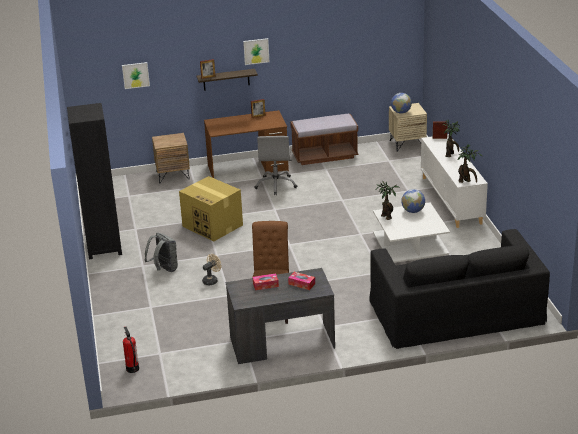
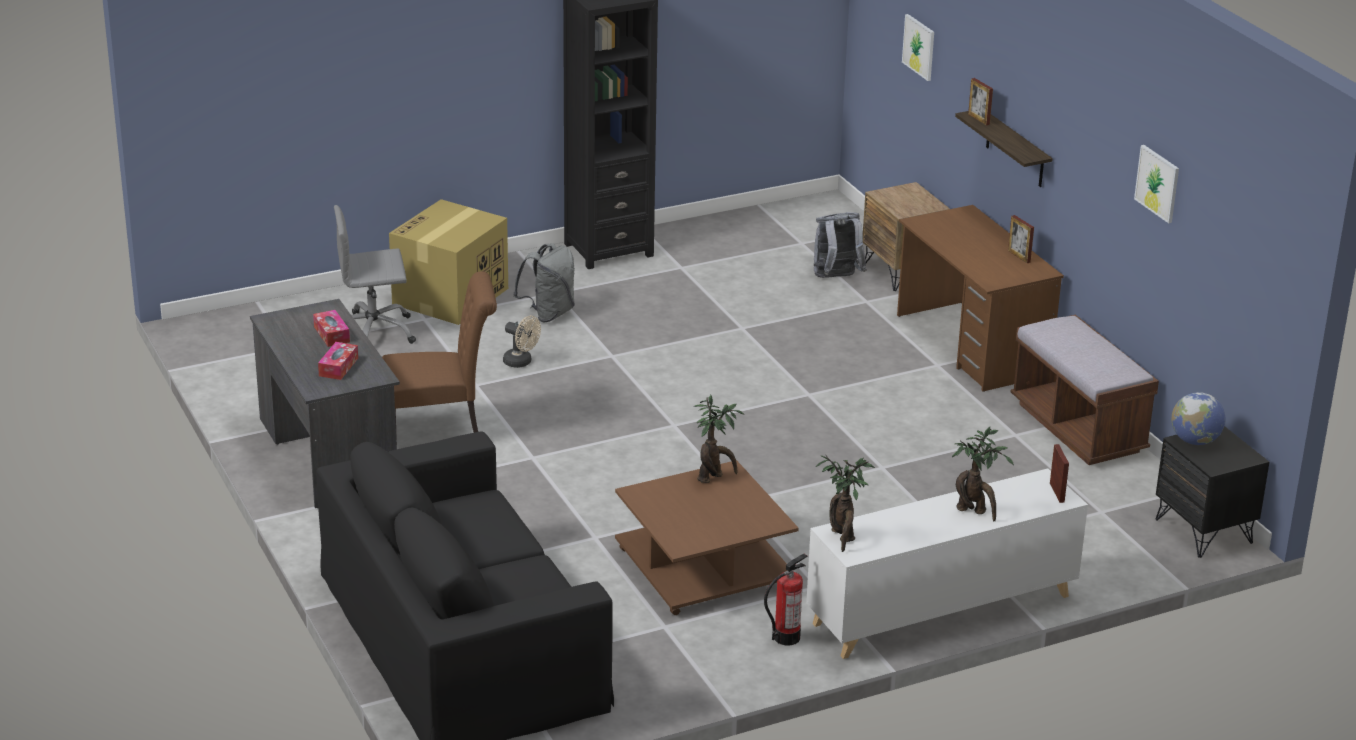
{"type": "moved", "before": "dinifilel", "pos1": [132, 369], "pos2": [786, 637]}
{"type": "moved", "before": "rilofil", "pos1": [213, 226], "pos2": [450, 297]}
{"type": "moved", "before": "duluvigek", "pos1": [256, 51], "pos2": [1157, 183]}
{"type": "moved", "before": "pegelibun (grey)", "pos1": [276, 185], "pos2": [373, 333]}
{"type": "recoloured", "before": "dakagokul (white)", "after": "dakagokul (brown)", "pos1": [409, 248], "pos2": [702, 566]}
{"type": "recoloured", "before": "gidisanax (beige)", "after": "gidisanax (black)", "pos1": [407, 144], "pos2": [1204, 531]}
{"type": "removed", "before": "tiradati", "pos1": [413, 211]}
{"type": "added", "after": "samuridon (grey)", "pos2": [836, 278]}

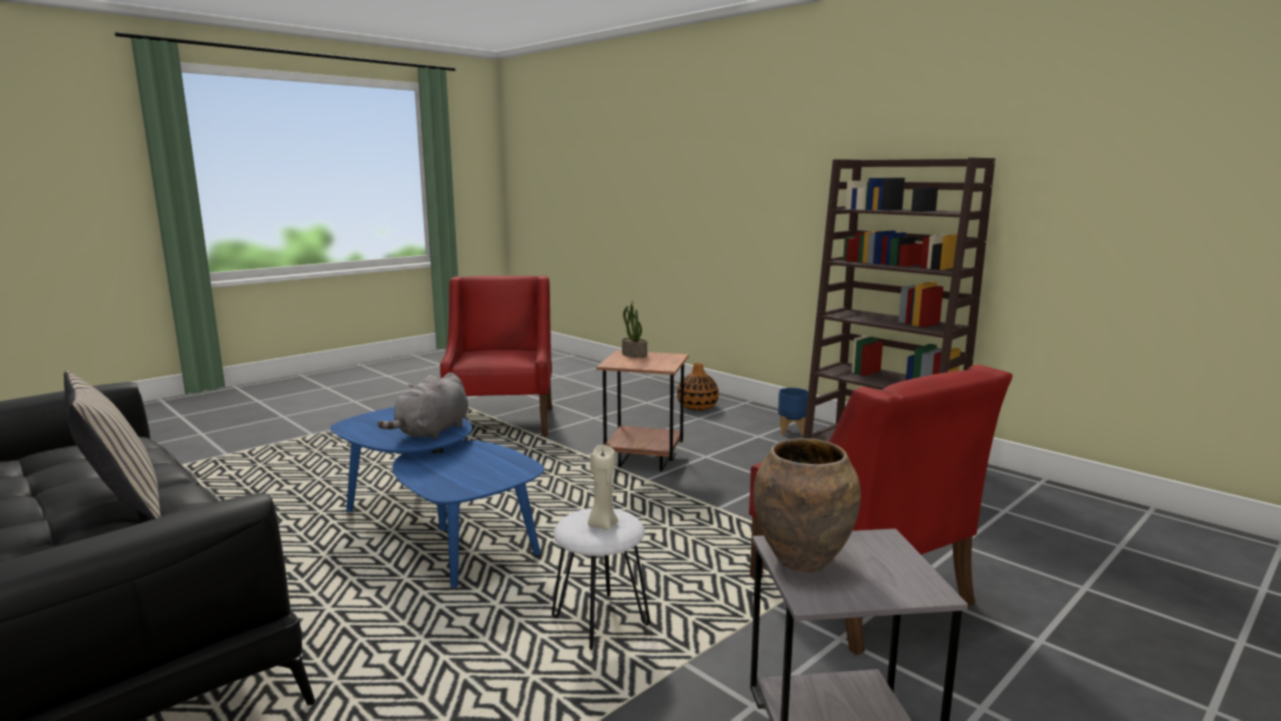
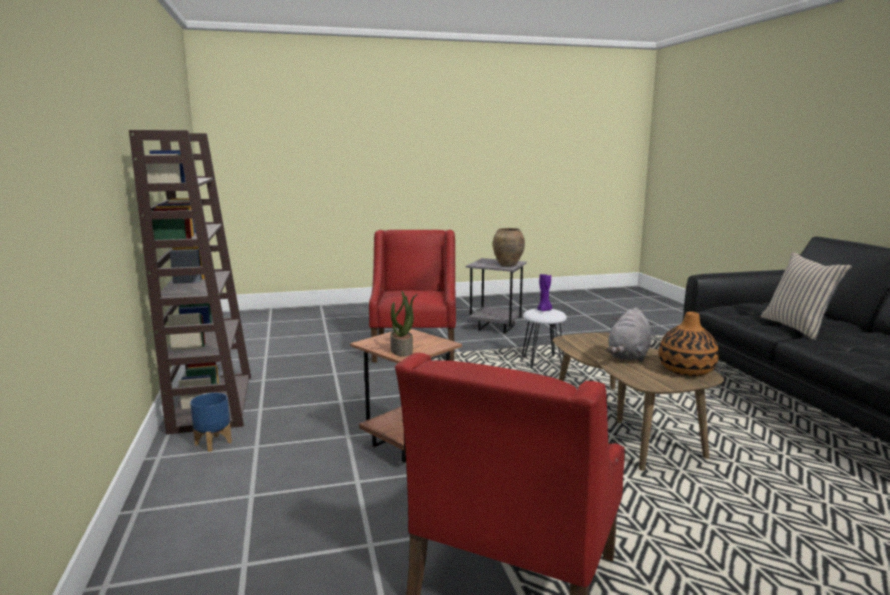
{"type": "recoloured", "before": "dakagokul (blue)", "after": "dakagokul (brown)", "pos1": [438, 530], "pos2": [623, 424]}
{"type": "turned", "before": "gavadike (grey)", "pos1": [432, 432], "pos2": [628, 356], "turn": 150}
{"type": "recoloured", "before": "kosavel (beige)", "after": "kosavel (purple)", "pos1": [602, 524], "pos2": [544, 310]}
{"type": "moved", "before": "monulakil", "pos1": [697, 406], "pos2": [686, 370]}

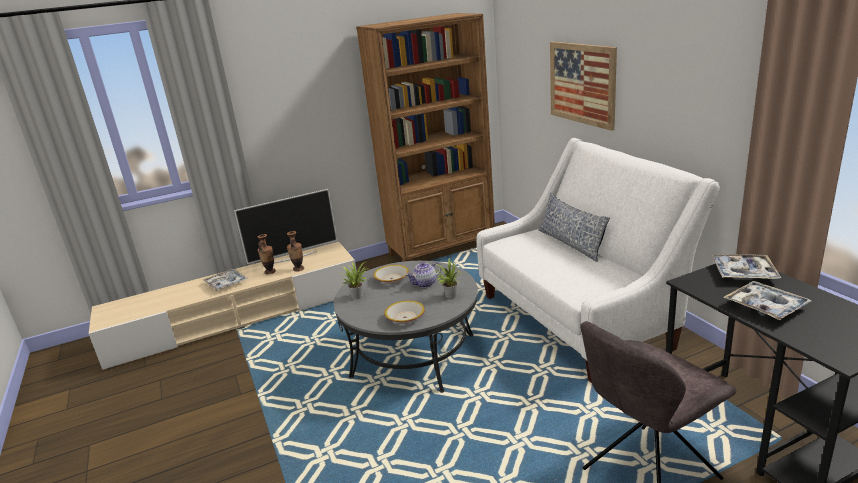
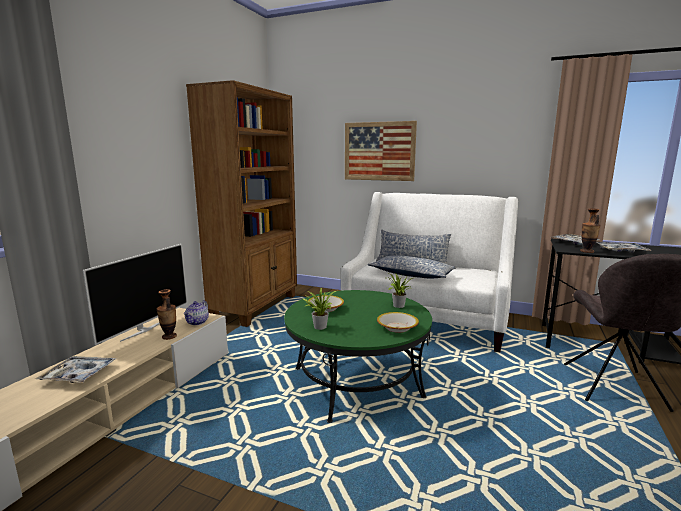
{"type": "moved", "before": "monulakil", "pos1": [270, 272], "pos2": [587, 251]}
{"type": "recoloured", "before": "dakagokul (grey)", "after": "dakagokul (green)", "pos1": [413, 355], "pos2": [357, 382]}
{"type": "moved", "before": "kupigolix", "pos1": [425, 284], "pos2": [197, 322]}
{"type": "added", "after": "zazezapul", "pos2": [411, 275]}

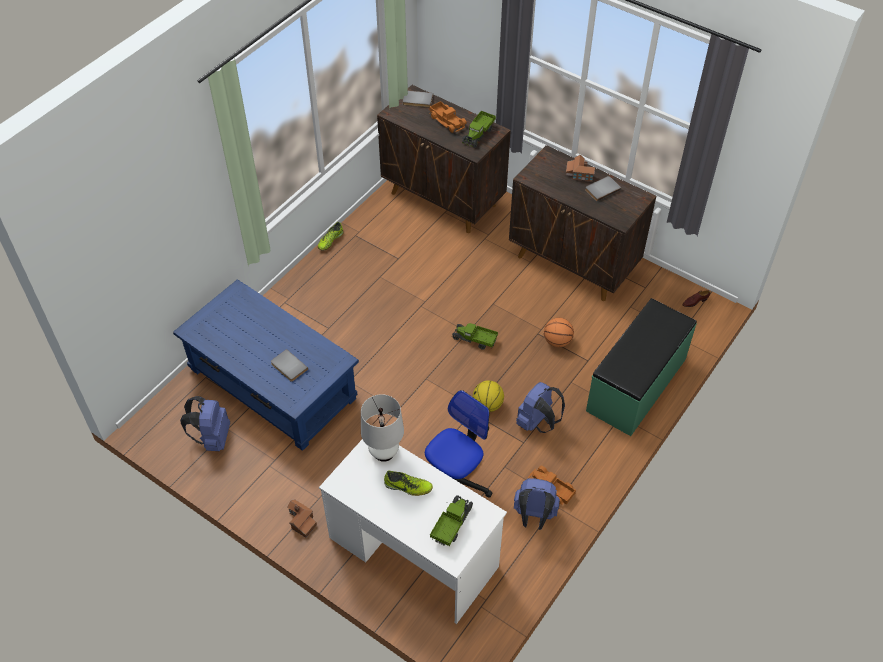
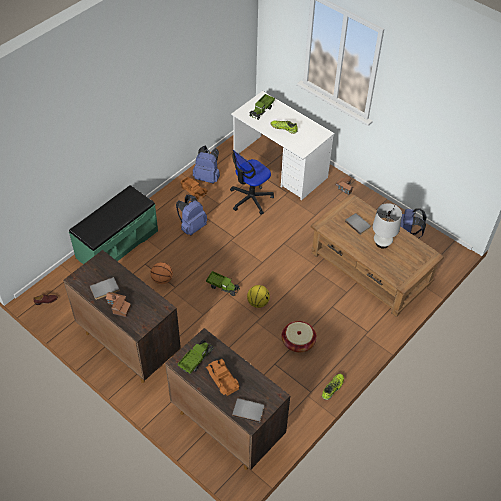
{"type": "recoloured", "before": "dakagokul (blue)", "after": "dakagokul (brown)", "pos1": [272, 383], "pos2": [370, 269]}
{"type": "moved", "before": "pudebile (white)", "pos1": [384, 452], "pos2": [382, 243]}
{"type": "moved", "before": "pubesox", "pos1": [487, 405], "pos2": [258, 302]}
{"type": "added", "after": "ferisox", "pos2": [298, 342]}

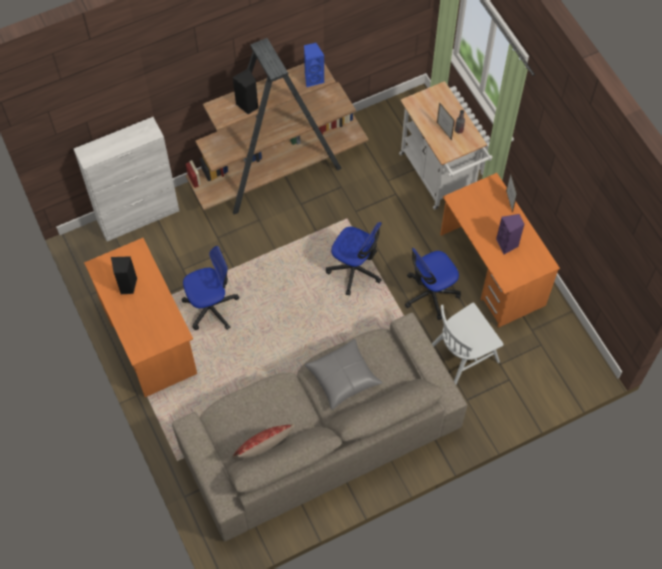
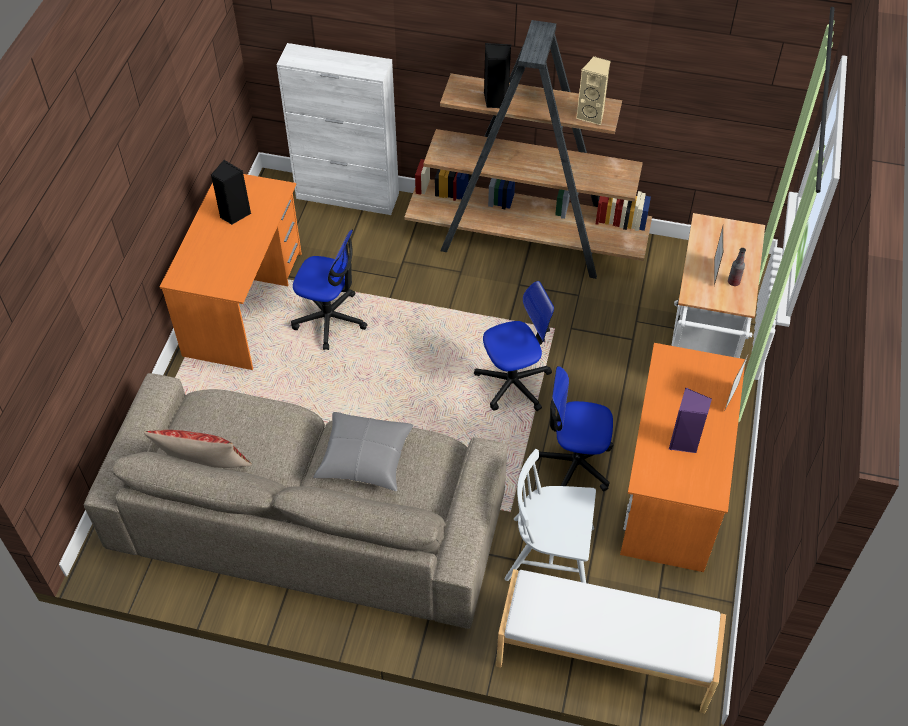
{"type": "recoloured", "before": "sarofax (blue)", "after": "sarofax (beige)", "pos1": [313, 78], "pos2": [592, 115]}
{"type": "turned", "before": "pegelibun", "pos1": [355, 269], "pos2": [513, 383], "turn": -90}
{"type": "added", "after": "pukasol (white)", "pos2": [604, 658]}

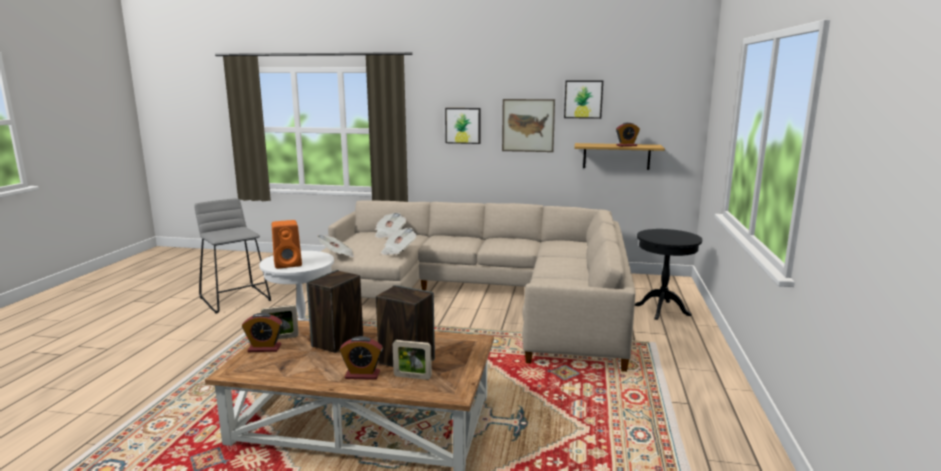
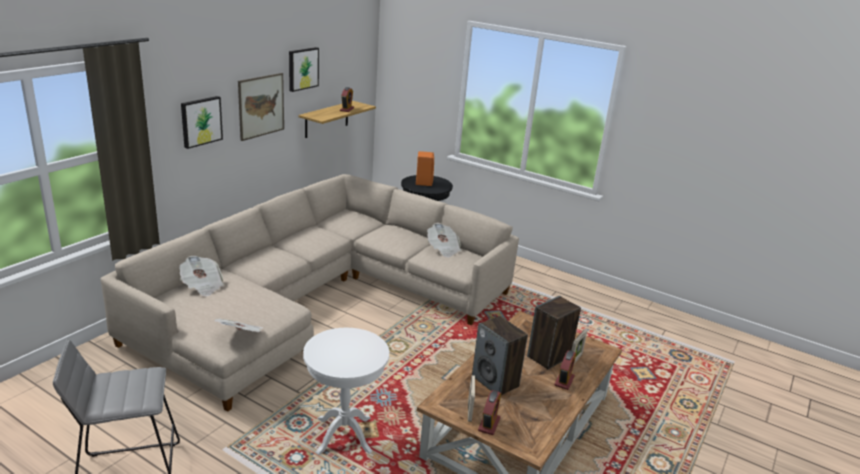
{"type": "moved", "before": "sarofax (orange)", "pos1": [289, 264], "pos2": [423, 182]}
{"type": "moved", "before": "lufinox", "pos1": [398, 251], "pos2": [443, 249]}

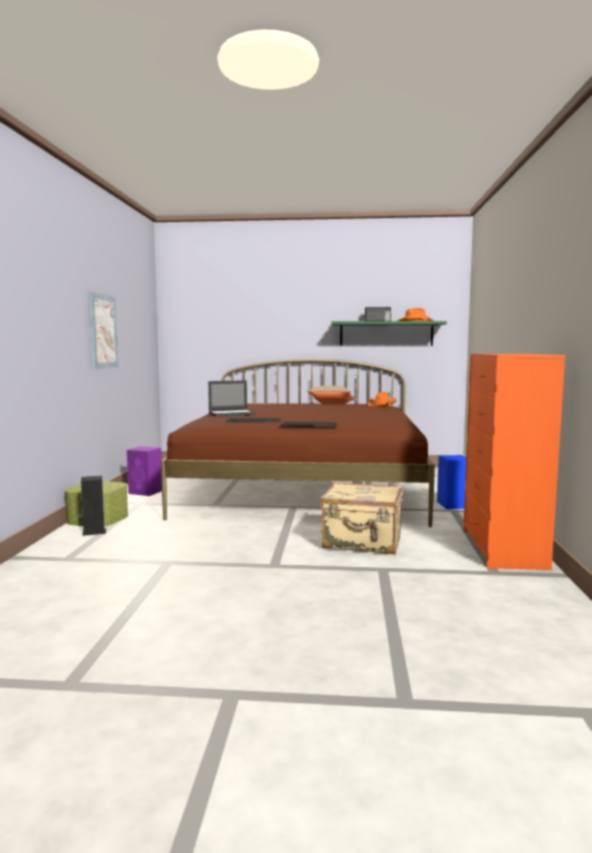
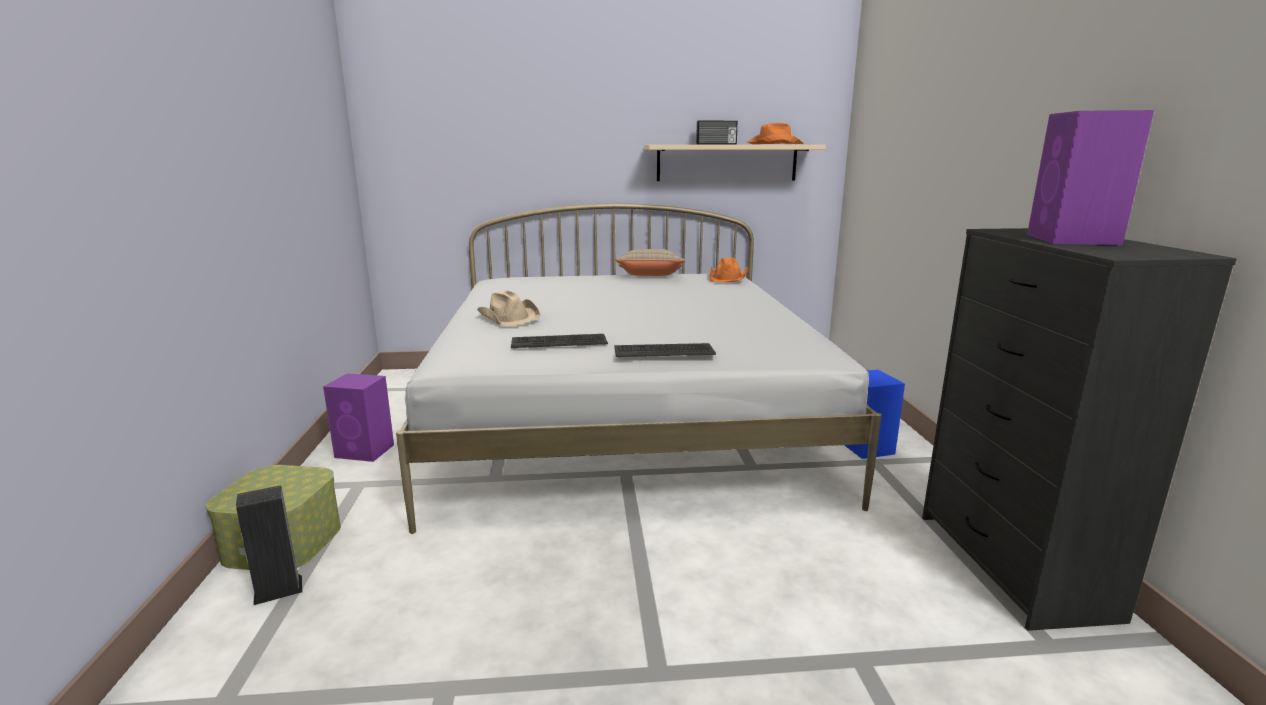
{"type": "removed", "before": "duluvigek", "pos1": [103, 331]}
{"type": "recoloured", "before": "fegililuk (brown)", "after": "fegililuk (white)", "pos1": [305, 488], "pos2": [626, 421]}
{"type": "replaced", "before": "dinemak", "after": "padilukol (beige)", "pos1": [232, 414], "pos2": [509, 317]}
{"type": "removed", "before": "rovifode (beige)", "pos1": [362, 542]}
{"type": "recoloured", "before": "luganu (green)", "after": "luganu (beige)", "pos1": [386, 333], "pos2": [727, 162]}
{"type": "recoloured", "before": "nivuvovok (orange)", "after": "nivuvovok (black)", "pos1": [503, 549], "pos2": [1014, 565]}
{"type": "added", "after": "sarofax (purple)", "pos2": [1073, 240]}

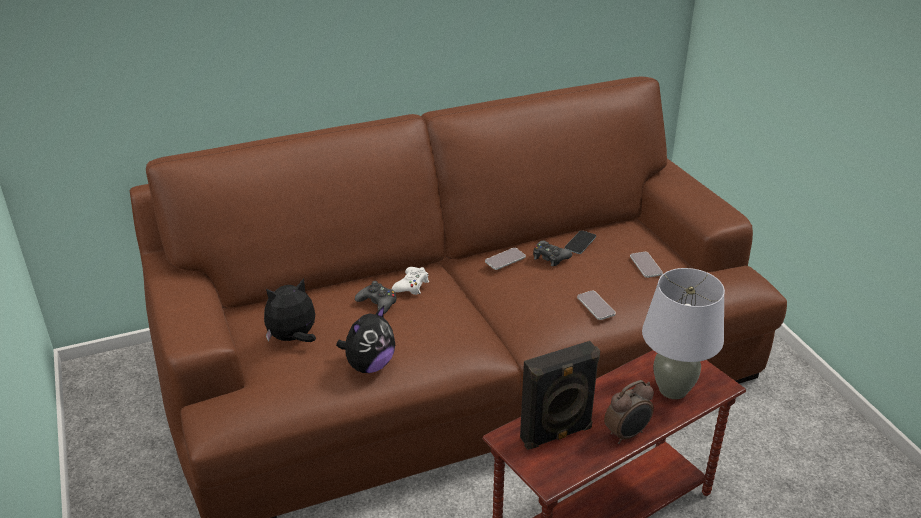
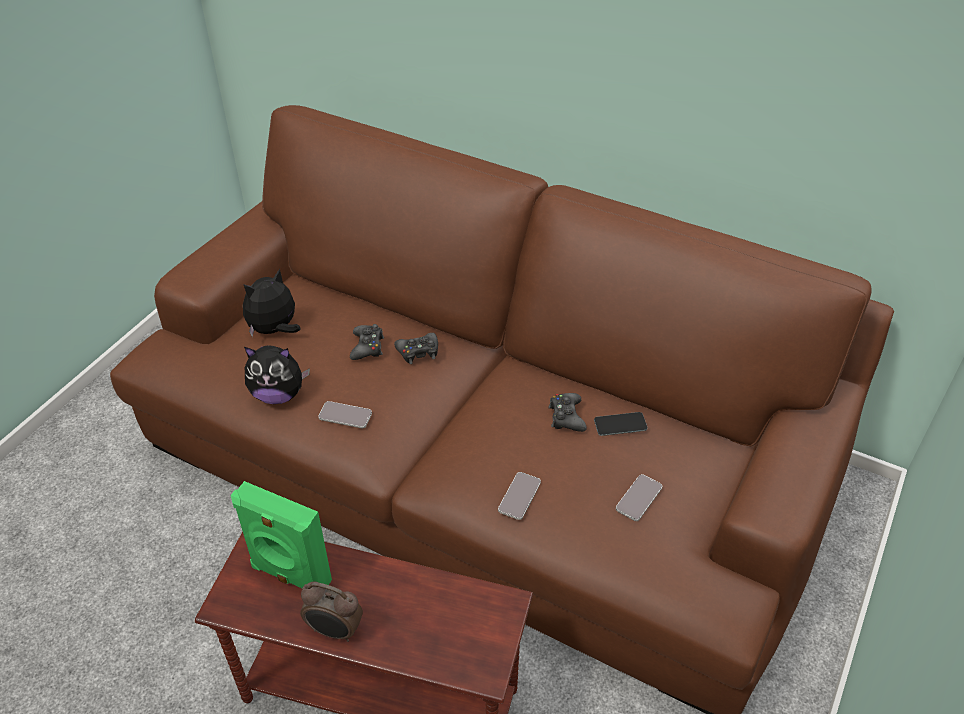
{"type": "turned", "before": "gavadike", "pos1": [293, 338], "pos2": [274, 330], "turn": -60}
{"type": "recoloured", "before": "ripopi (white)", "after": "ripopi (black)", "pos1": [411, 285], "pos2": [418, 352]}
{"type": "moved", "before": "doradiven", "pos1": [505, 259], "pos2": [345, 415]}
{"type": "recoloured", "before": "sarofax (black)", "after": "sarofax (green)", "pos1": [557, 435], "pos2": [290, 575]}
{"type": "removed", "before": "pudebile (grey)", "pos1": [672, 390]}

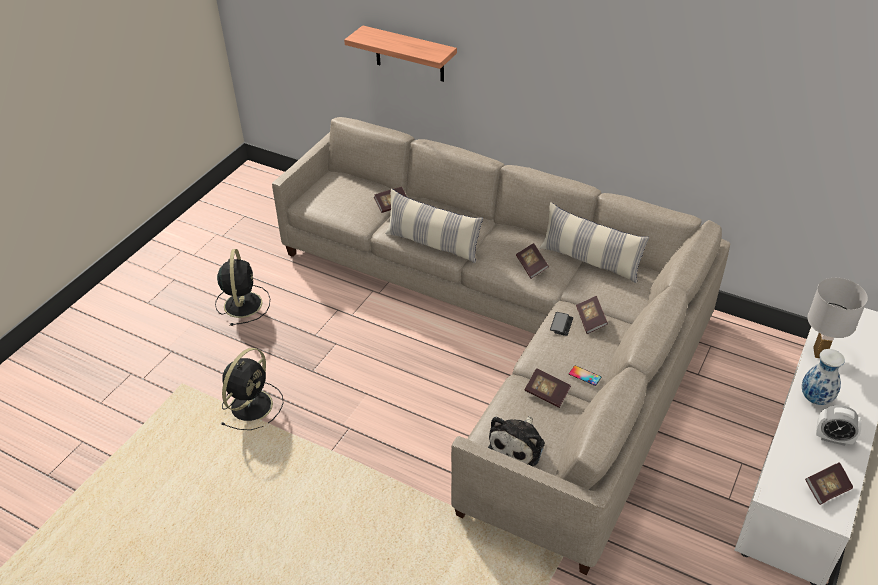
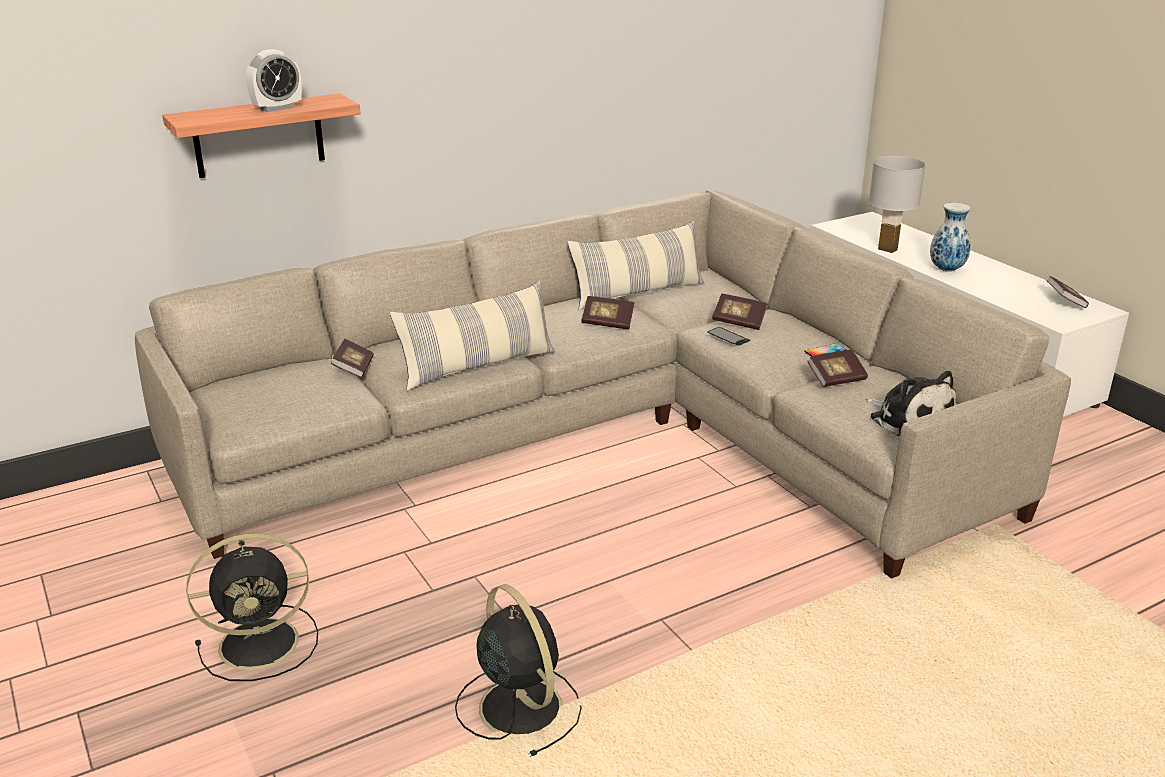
{"type": "turned", "before": "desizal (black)", "pos1": [243, 303], "pos2": [262, 643], "turn": 135}
{"type": "moved", "before": "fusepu", "pos1": [833, 438], "pos2": [277, 108]}

